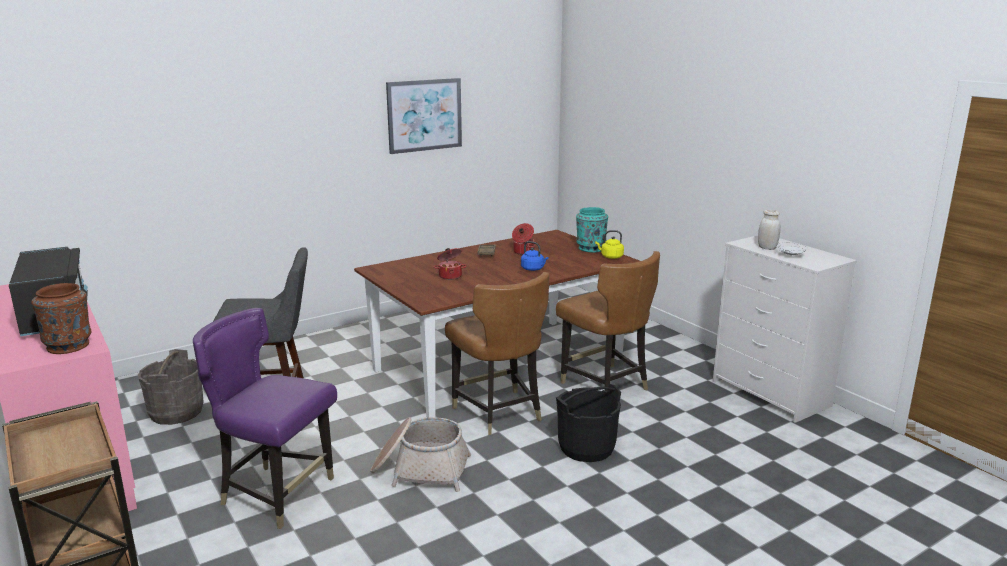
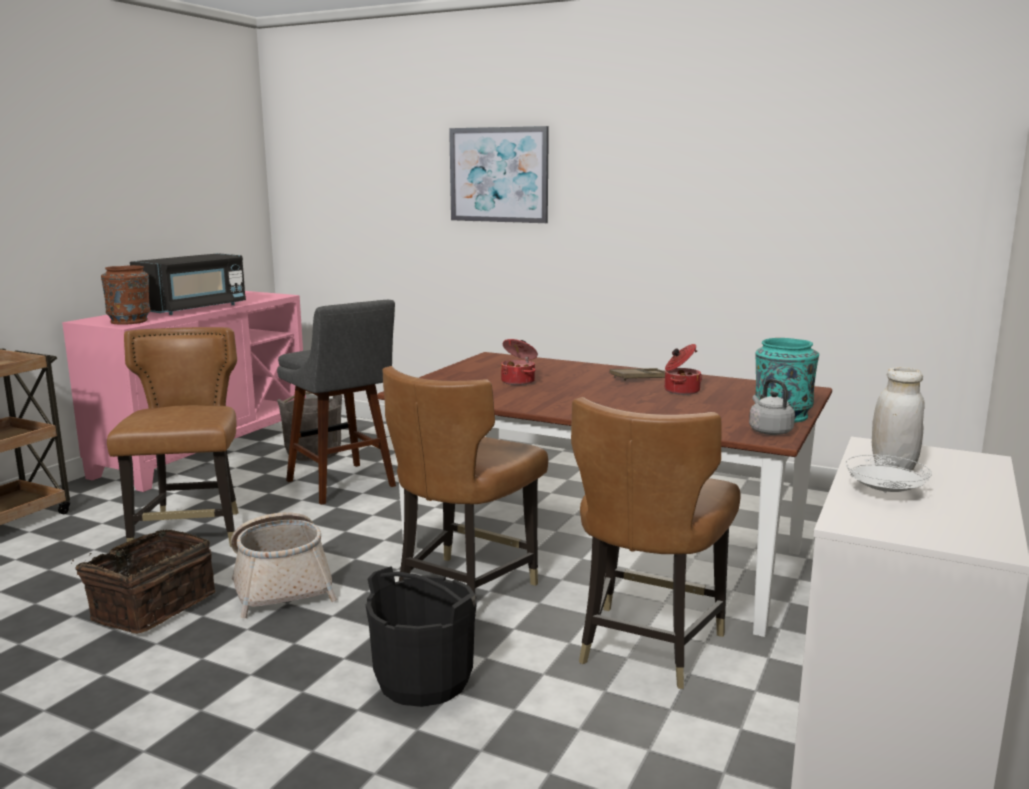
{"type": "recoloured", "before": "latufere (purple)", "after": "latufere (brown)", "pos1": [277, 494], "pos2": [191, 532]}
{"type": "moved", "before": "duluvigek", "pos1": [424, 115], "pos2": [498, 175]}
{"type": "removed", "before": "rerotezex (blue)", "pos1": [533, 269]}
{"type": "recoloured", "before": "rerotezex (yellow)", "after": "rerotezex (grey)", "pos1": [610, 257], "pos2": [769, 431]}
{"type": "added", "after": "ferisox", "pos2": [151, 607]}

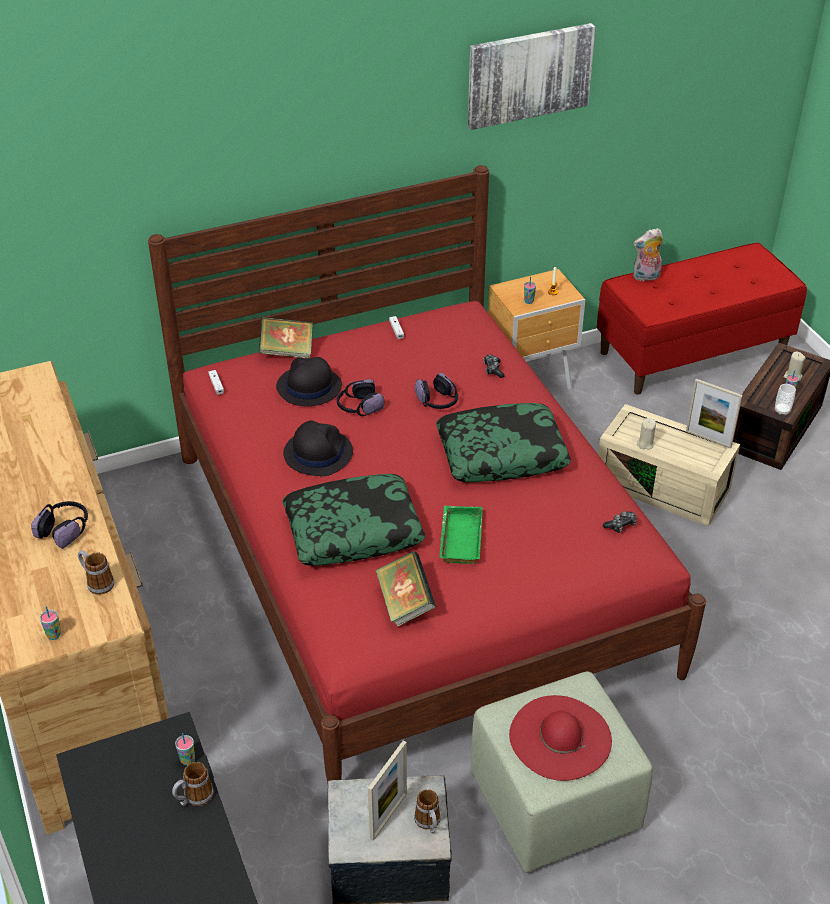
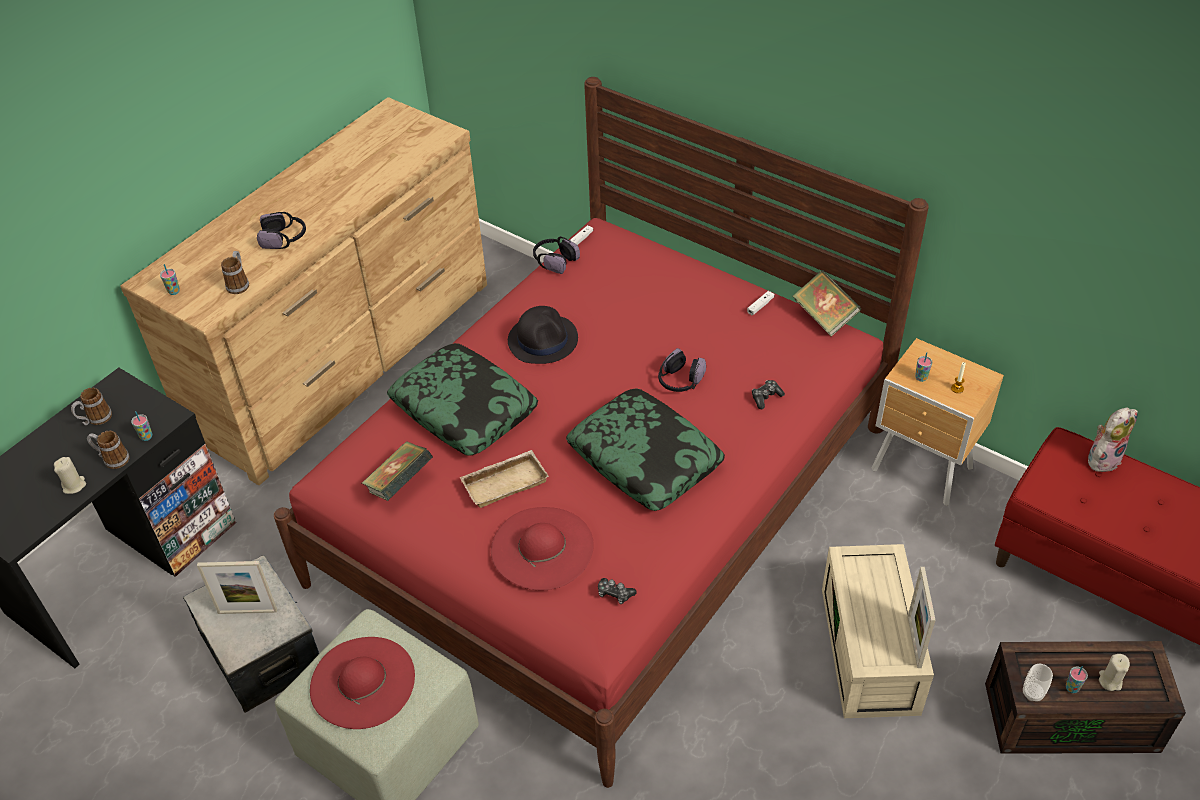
{"type": "moved", "before": "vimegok", "pos1": [287, 351], "pos2": [824, 317]}
{"type": "removed", "before": "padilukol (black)", "pos1": [308, 387]}
{"type": "moved", "before": "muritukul", "pos1": [358, 407], "pos2": [554, 260]}
{"type": "moved", "before": "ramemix", "pos1": [429, 823], "pos2": [95, 419]}
{"type": "recoloured", "before": "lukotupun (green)", "after": "lukotupun (beige)", "pos1": [459, 538], "pos2": [505, 481]}
{"type": "removed", "before": "duluvigek", "pos1": [529, 75]}
{"type": "turned", "before": "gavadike", "pos1": [646, 277], "pos2": [1103, 458], "turn": 105}
{"type": "moved", "before": "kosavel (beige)", "pos1": [645, 443], "pos2": [74, 485]}
{"type": "added", "after": "padilukol (red)", "pos2": [542, 548]}

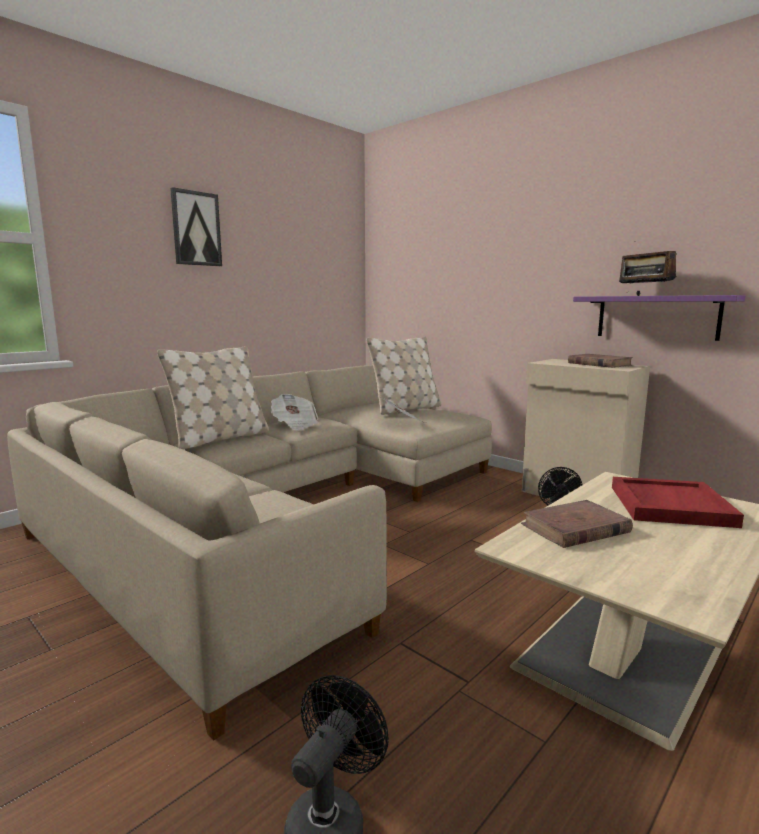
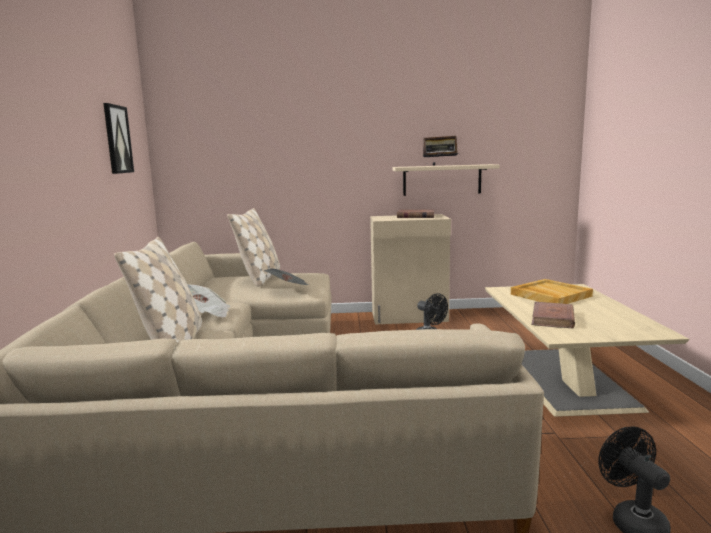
{"type": "moved", "before": "duluvigek", "pos1": [196, 229], "pos2": [117, 139]}
{"type": "recoloured", "before": "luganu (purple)", "after": "luganu (beige)", "pos1": [656, 317], "pos2": [442, 180]}
{"type": "recoloured", "before": "lukotupun (red)", "after": "lukotupun (beige)", "pos1": [669, 505], "pos2": [550, 295]}

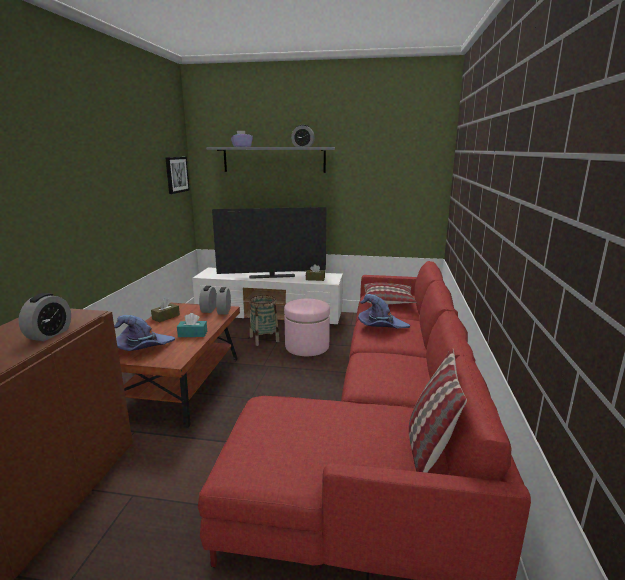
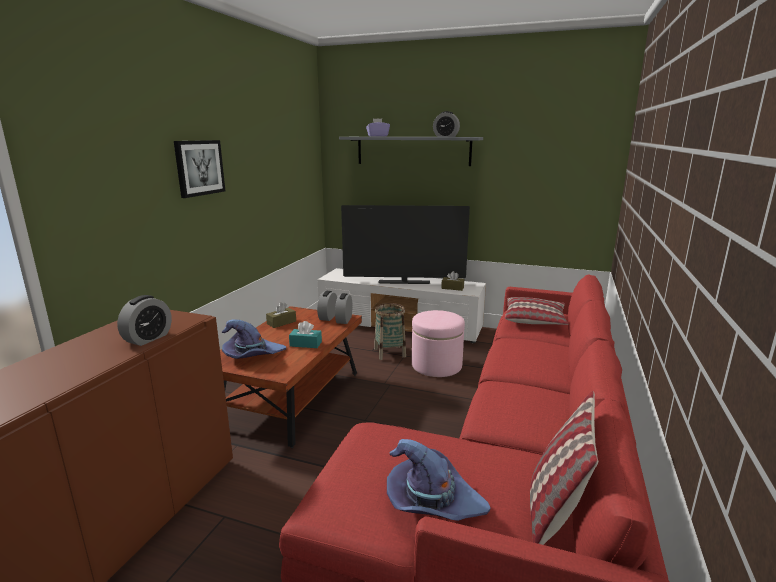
{"type": "moved", "before": "duluvigek", "pos1": [176, 174], "pos2": [199, 167]}
{"type": "moved", "before": "padilukol (purple)", "pos1": [381, 326], "pos2": [432, 501]}

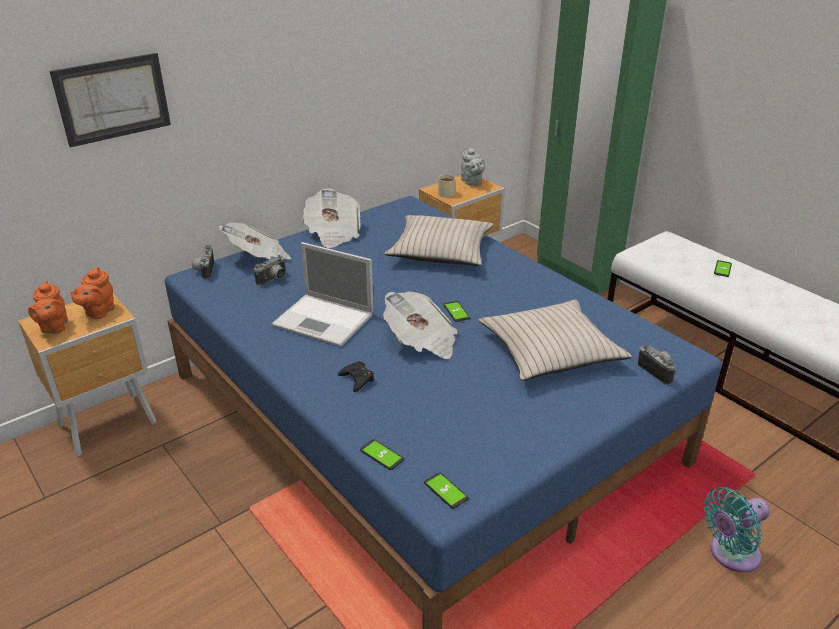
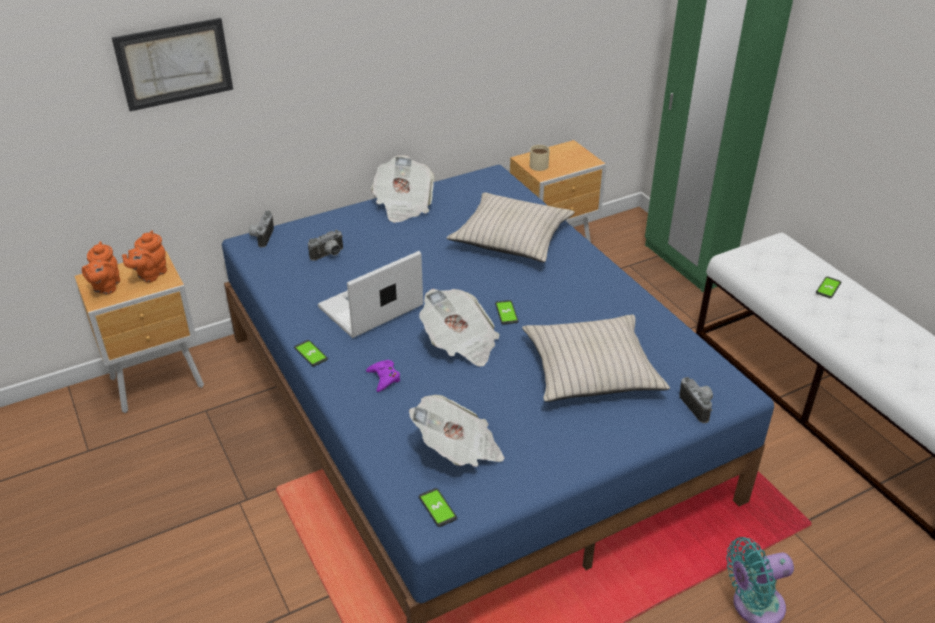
{"type": "moved", "before": "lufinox", "pos1": [258, 257], "pos2": [458, 449]}
{"type": "turned", "before": "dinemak", "pos1": [325, 320], "pos2": [369, 308], "turn": 105}
{"type": "recoloured", "before": "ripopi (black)", "after": "ripopi (purple)", "pos1": [357, 379], "pos2": [384, 378]}
{"type": "moved", "before": "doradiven", "pos1": [381, 455], "pos2": [310, 354]}
{"type": "removed", "before": "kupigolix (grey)", "pos1": [471, 182]}

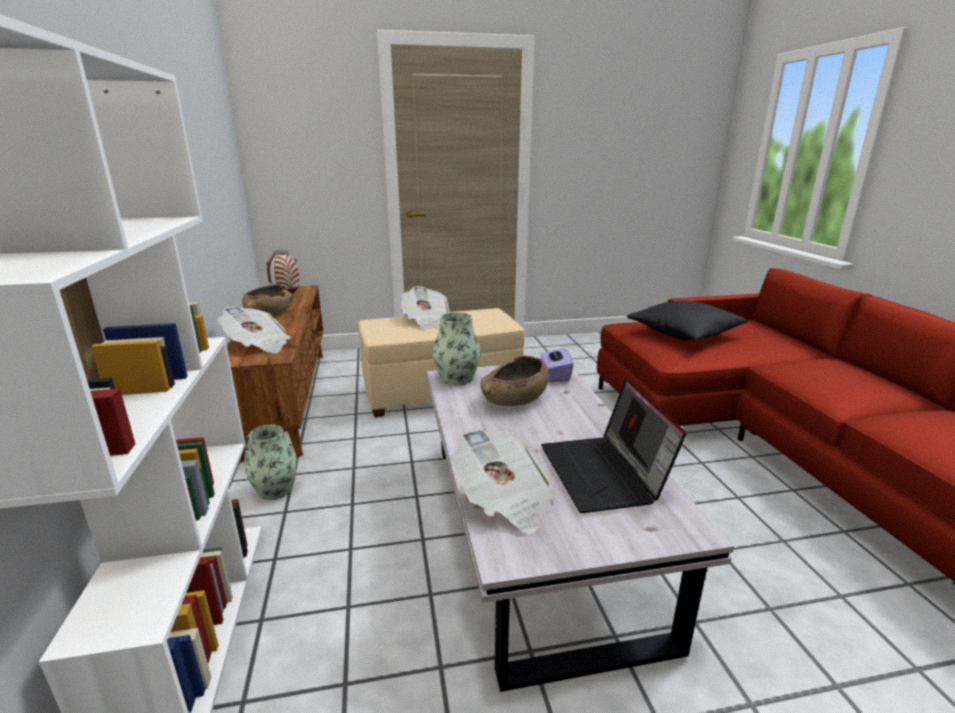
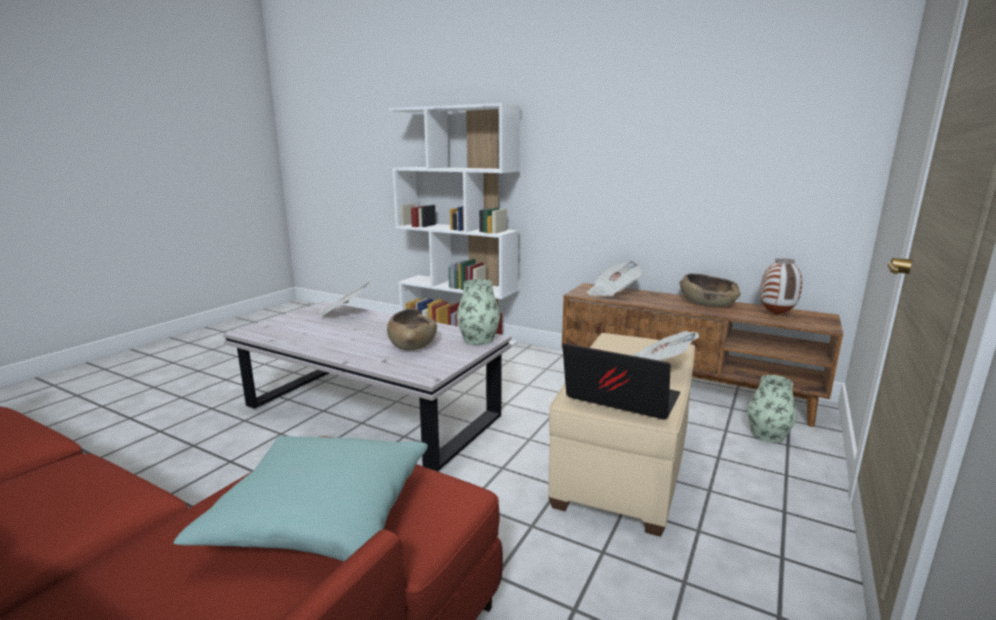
{"type": "moved", "before": "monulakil", "pos1": [275, 489], "pos2": [767, 434]}
{"type": "removed", "before": "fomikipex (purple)", "pos1": [555, 375]}
{"type": "moved", "before": "dinemak", "pos1": [604, 474], "pos2": [619, 400]}
{"type": "recoloured", "before": "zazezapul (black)", "after": "zazezapul (turquoise)", "pos1": [684, 334], "pos2": [322, 517]}

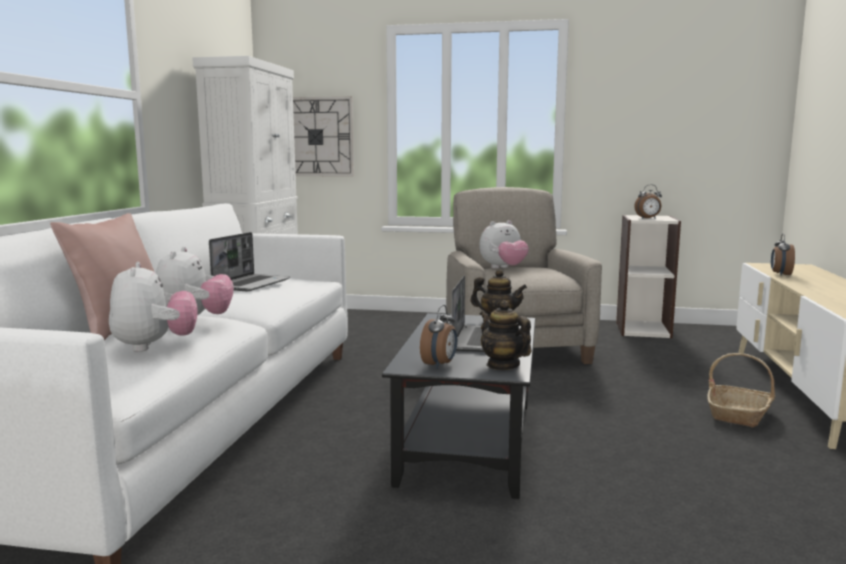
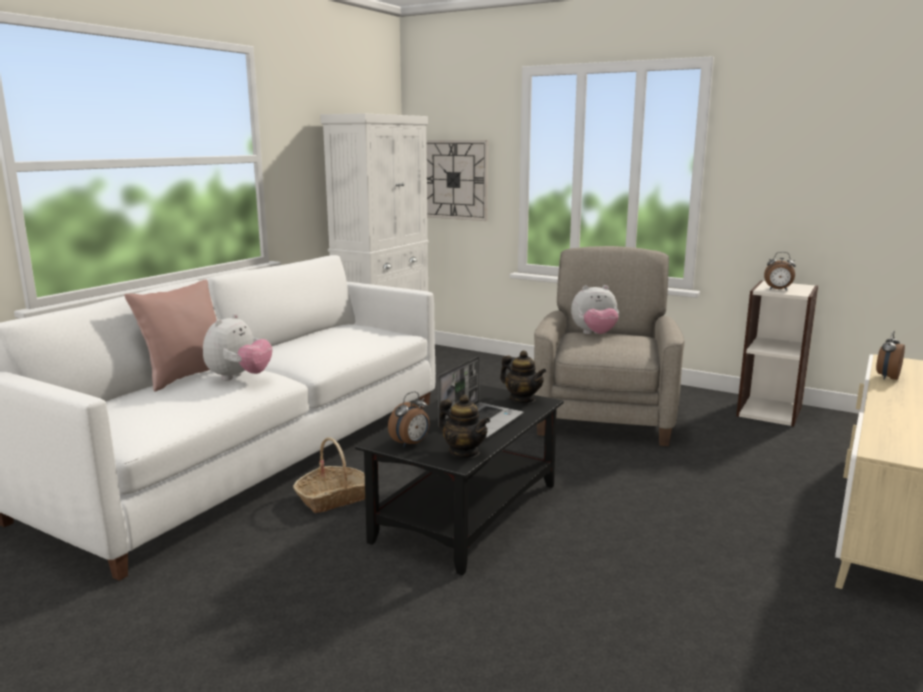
{"type": "removed", "before": "gavadike", "pos1": [154, 346]}
{"type": "removed", "before": "dinemak", "pos1": [251, 284]}
{"type": "turned", "before": "kupigolix", "pos1": [503, 365], "pos2": [464, 452], "turn": 150}
{"type": "moved", "before": "ferisox", "pos1": [739, 414], "pos2": [334, 498]}

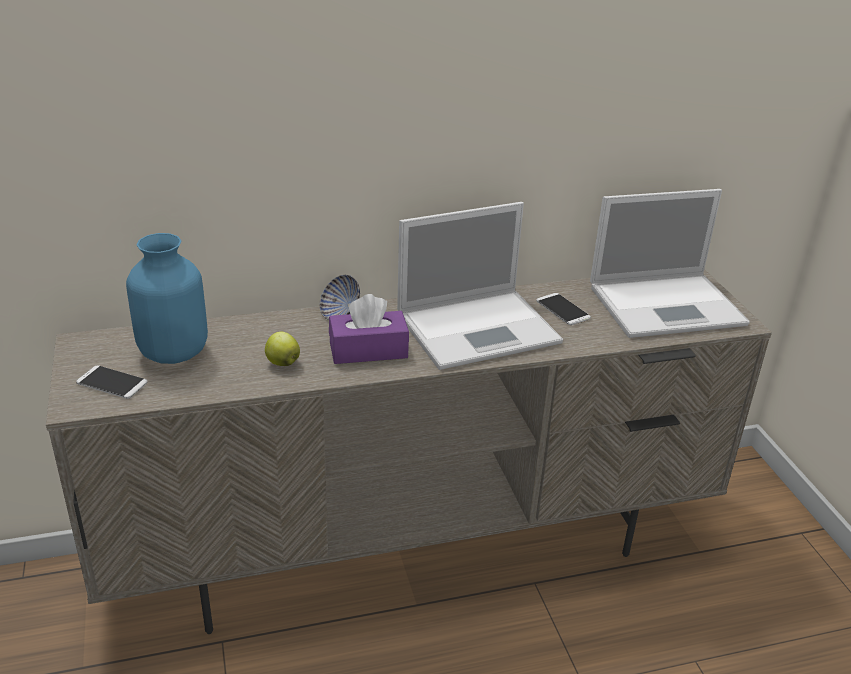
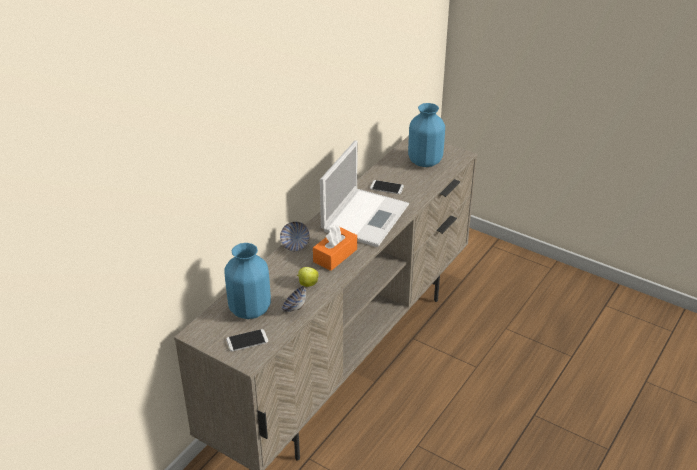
{"type": "recoloured", "before": "fomikipex (purple)", "after": "fomikipex (orange)", "pos1": [368, 350], "pos2": [335, 255]}
{"type": "replaced", "before": "dinemak", "after": "monulakil (blue)", "pos1": [668, 305], "pos2": [425, 161]}
{"type": "added", "after": "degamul", "pos2": [294, 308]}

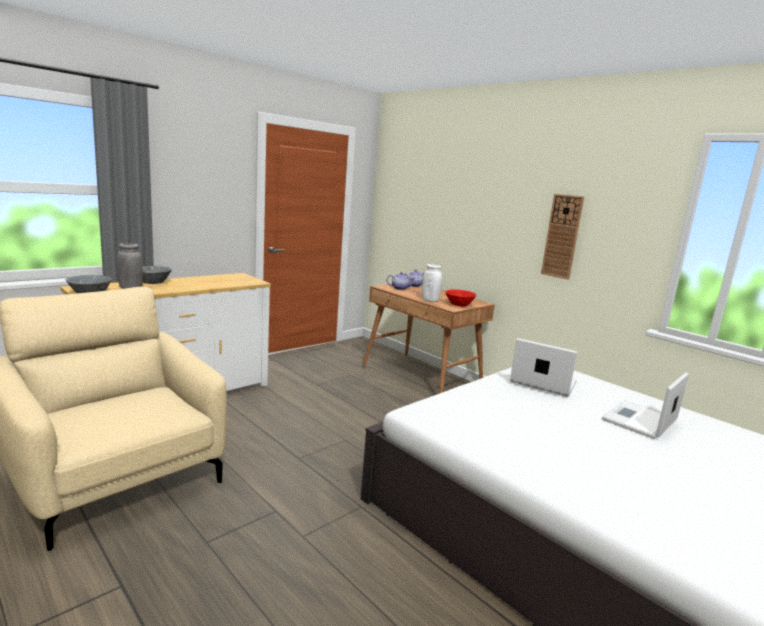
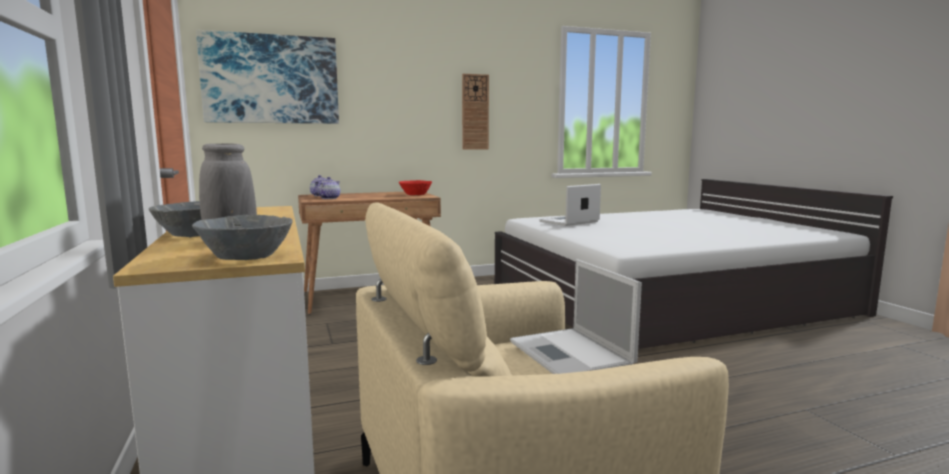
{"type": "removed", "before": "monulakil (white)", "pos1": [430, 301]}
{"type": "moved", "before": "dinemak", "pos1": [639, 421], "pos2": [572, 354]}
{"type": "added", "after": "duluvigek", "pos2": [271, 79]}

